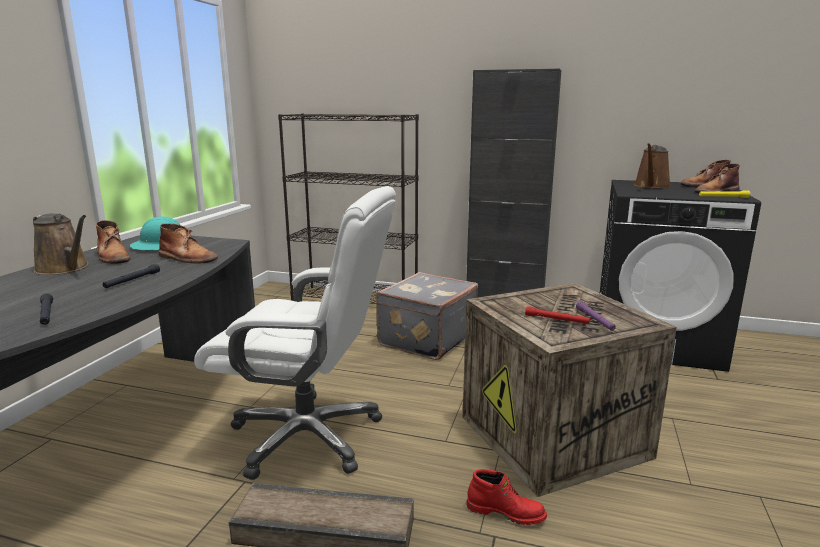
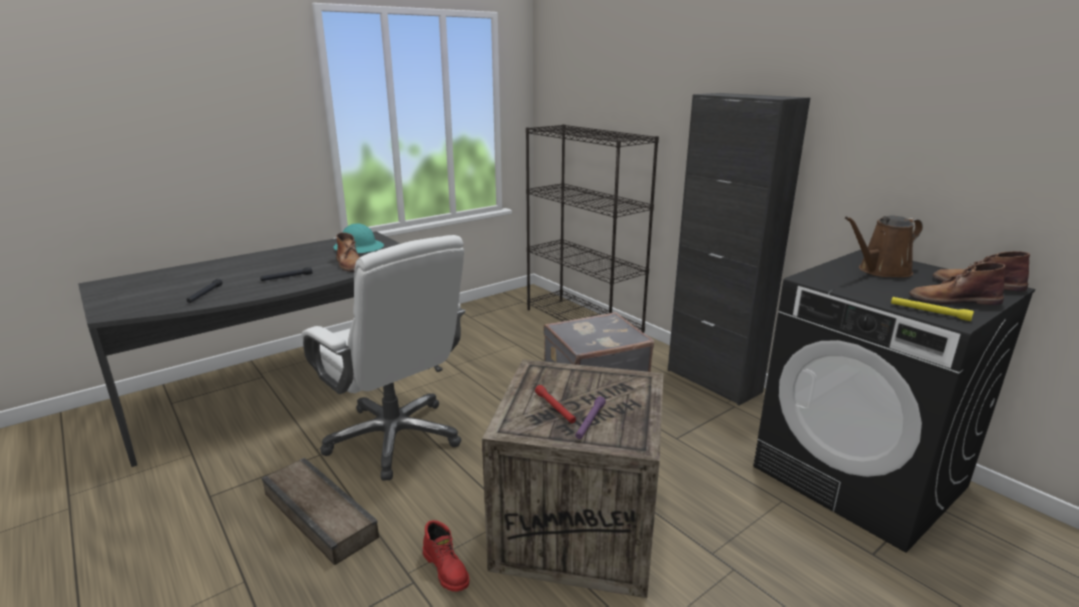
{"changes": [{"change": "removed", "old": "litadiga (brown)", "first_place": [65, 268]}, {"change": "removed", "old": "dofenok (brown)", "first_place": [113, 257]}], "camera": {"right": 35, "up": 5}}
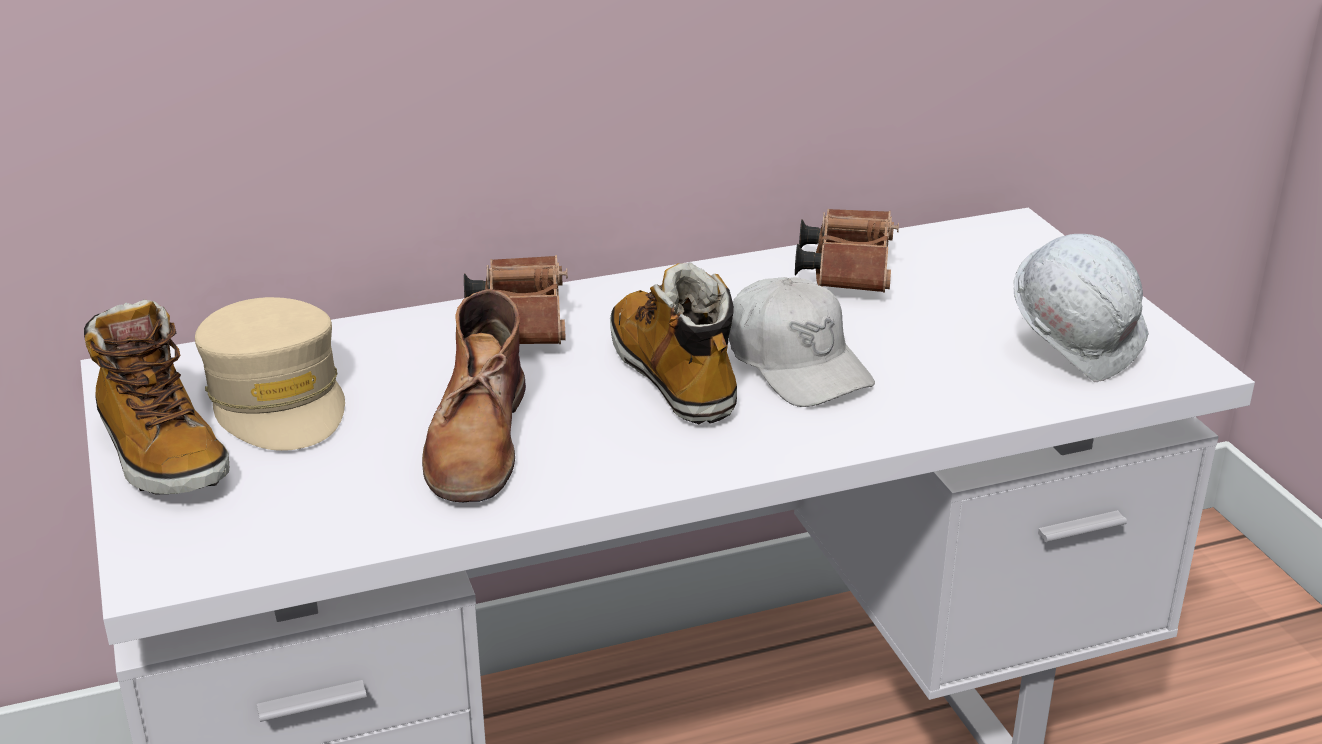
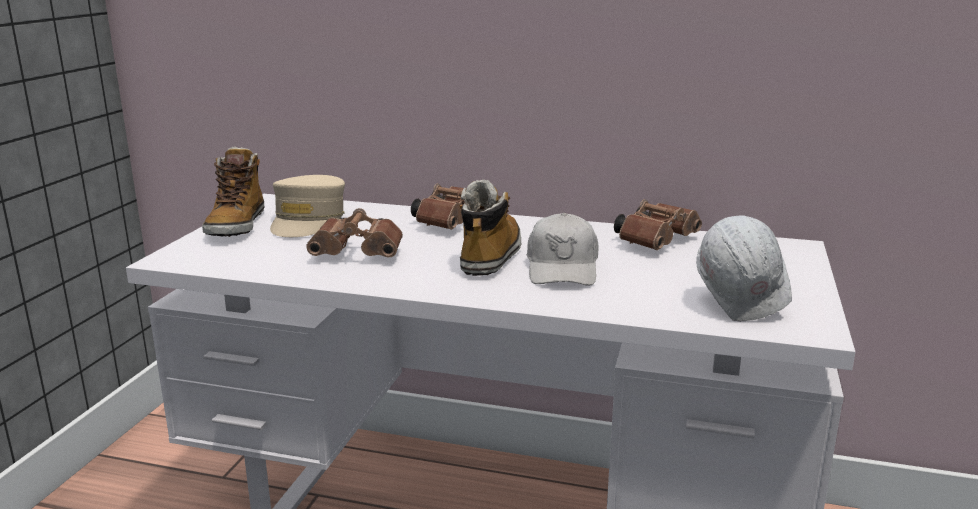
{"changes": [{"change": "replaced", "old": "dofenok (brown)", "new": "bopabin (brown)", "first_place": [478, 440], "second_place": [360, 254]}], "camera": {"right": 35, "up": -10}}
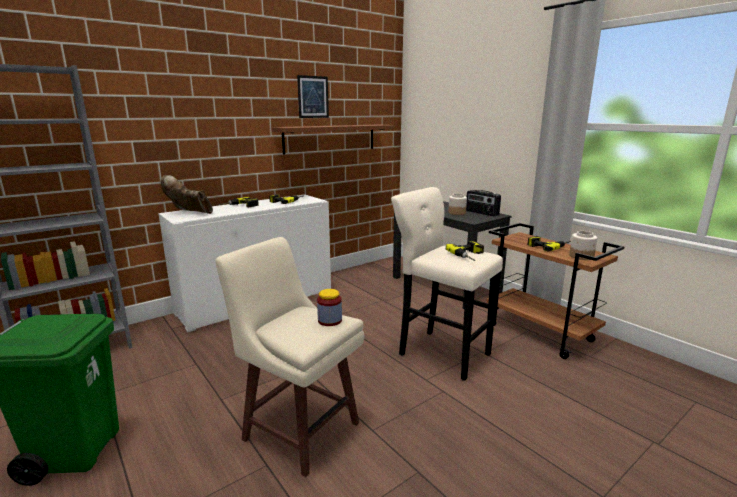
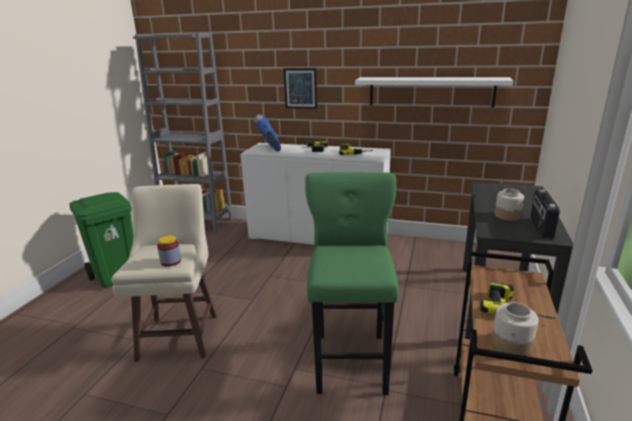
{"changes": [{"change": "recoloured", "old": "dofenok (brown)", "new": "dofenok (blue)", "first_place": [189, 213], "second_place": [270, 147]}, {"change": "recoloured", "old": "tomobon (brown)", "new": "tomobon (white)", "first_place": [330, 138], "second_place": [430, 91]}, {"change": "moved", "old": "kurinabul", "first_place": [313, 97], "second_place": [300, 88]}, {"change": "recoloured", "old": "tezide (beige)", "new": "tezide (green)", "first_place": [440, 352], "second_place": [351, 358]}, {"change": "removed", "old": "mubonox", "first_place": [470, 256]}], "camera": {"right": 55, "up": 5}}
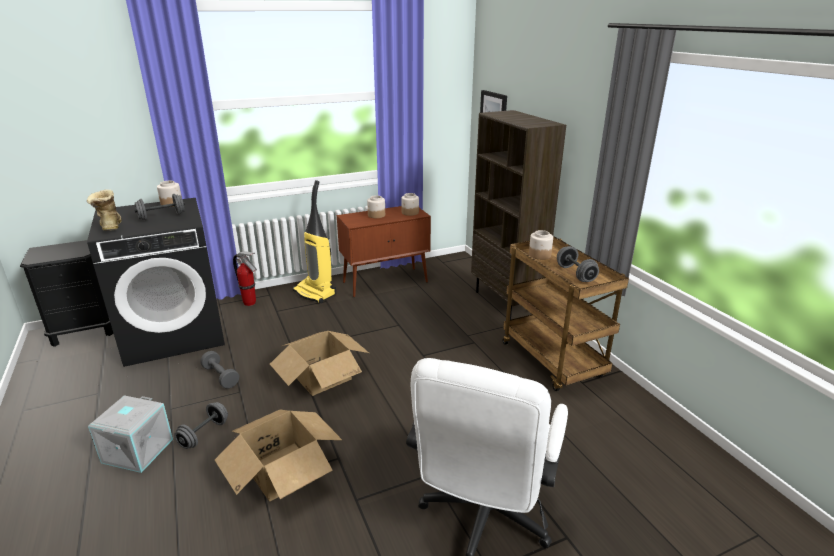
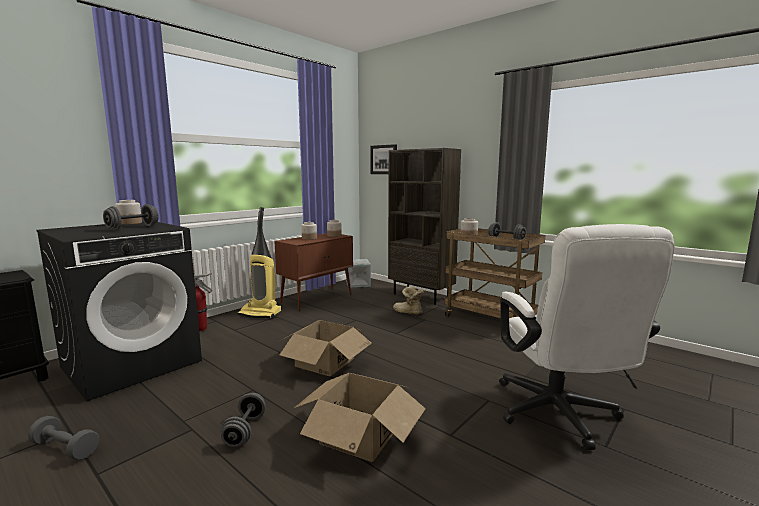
{"changes": [{"change": "moved", "old": "dofenok", "first_place": [110, 227], "second_place": [407, 312]}, {"change": "moved", "old": "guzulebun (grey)", "first_place": [137, 450], "second_place": [357, 283]}, {"change": "moved", "old": "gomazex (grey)", "first_place": [221, 376], "second_place": [65, 449]}], "camera": {"right": -25, "up": -15}}
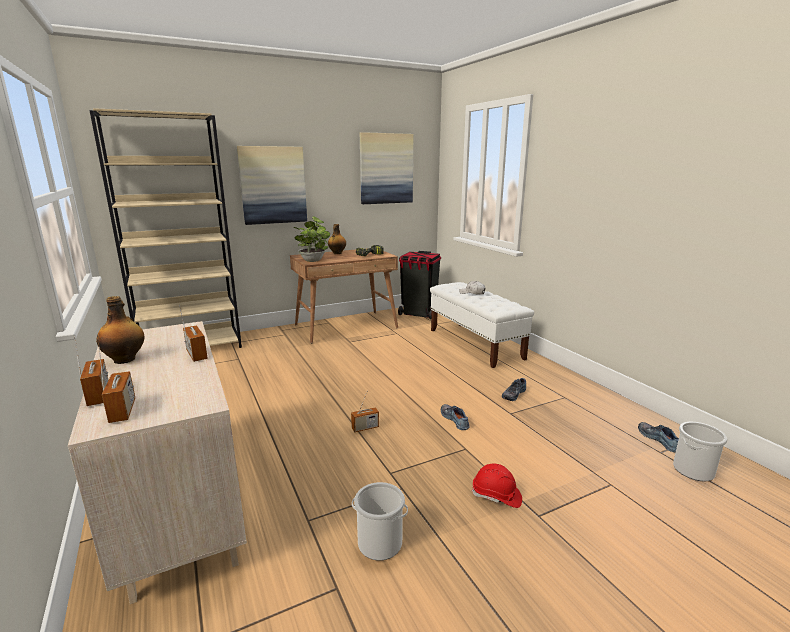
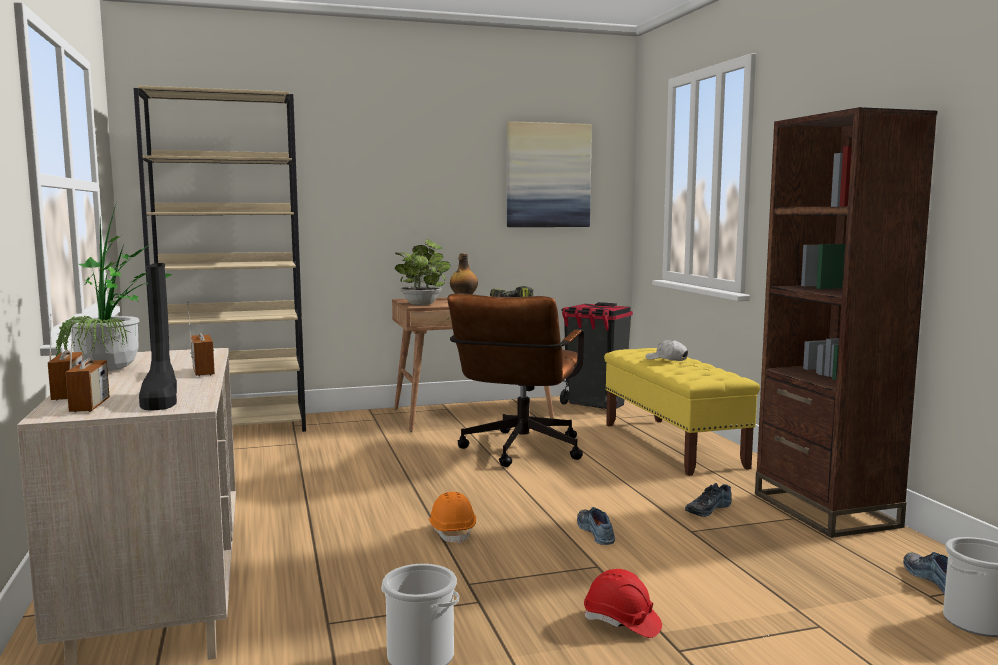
{"changes": [{"change": "replaced", "old": "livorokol", "new": "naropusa", "first_place": [125, 359], "second_place": [114, 372]}, {"change": "removed", "old": "kurinabul", "first_place": [273, 185]}, {"change": "replaced", "old": "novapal", "new": "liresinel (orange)", "first_place": [365, 428], "second_place": [452, 531]}, {"change": "recoloured", "old": "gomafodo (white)", "new": "gomafodo (yellow)", "first_place": [475, 344], "second_place": [672, 445]}, {"change": "added", "new": "dofenok (black)", "second_place": [161, 399]}, {"change": "added", "new": "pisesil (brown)", "second_place": [519, 452]}, {"change": "added", "new": "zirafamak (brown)", "second_place": [824, 510]}], "camera": {"right": 10, "up": -10}}
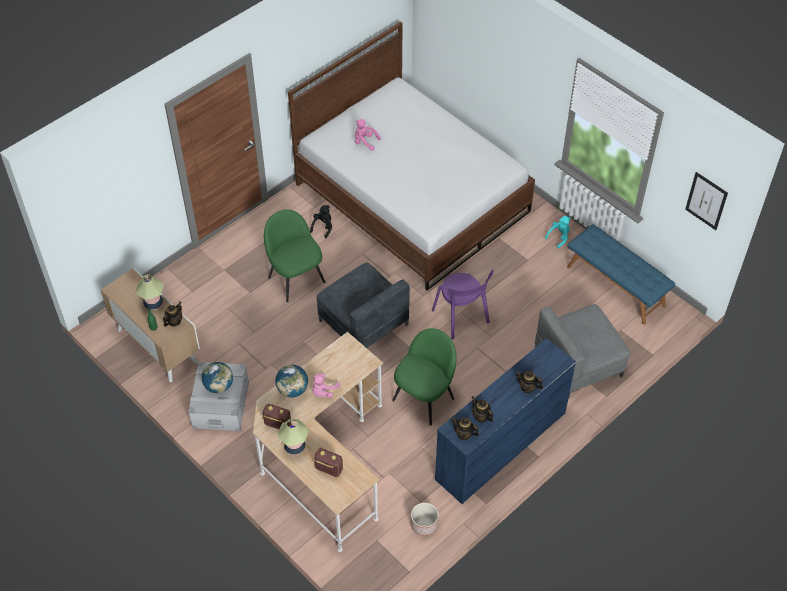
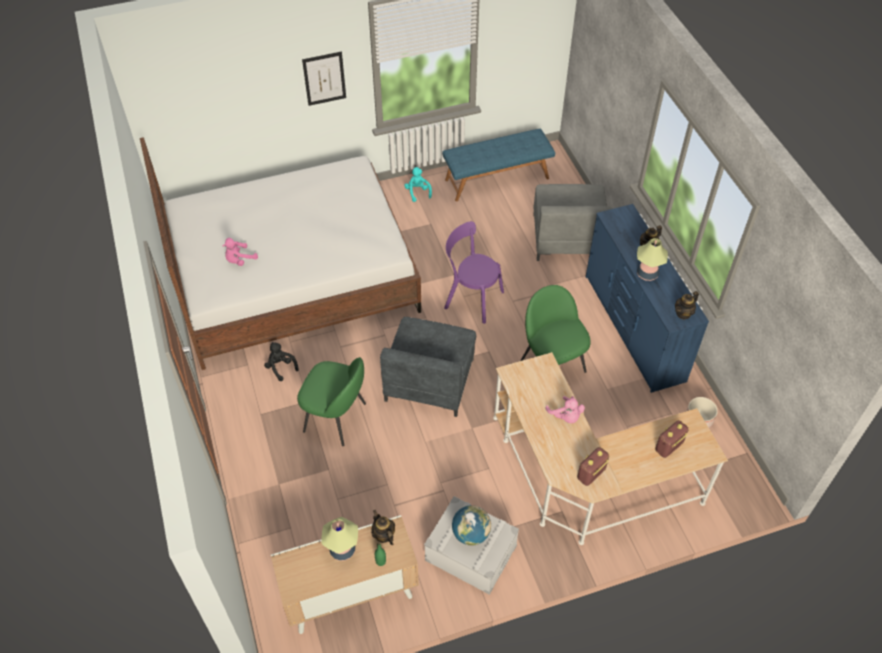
{"changes": [{"change": "turned", "old": "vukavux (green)", "first_place": [296, 279], "second_place": [336, 418], "degrees": -150}, {"change": "removed", "old": "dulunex", "first_place": [292, 390]}, {"change": "moved", "old": "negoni", "first_place": [294, 447], "second_place": [647, 274]}, {"change": "turned", "old": "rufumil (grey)", "first_place": [363, 322], "second_place": [430, 379], "degrees": 120}, {"change": "turned", "old": "vukavux (purple)", "first_place": [462, 318], "second_place": [471, 298], "degrees": -150}, {"change": "removed", "old": "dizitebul", "first_place": [481, 416]}, {"change": "moved", "old": "kurinabul", "first_place": [706, 201], "second_place": [324, 78]}], "camera": {"right": -65, "up": 0}}
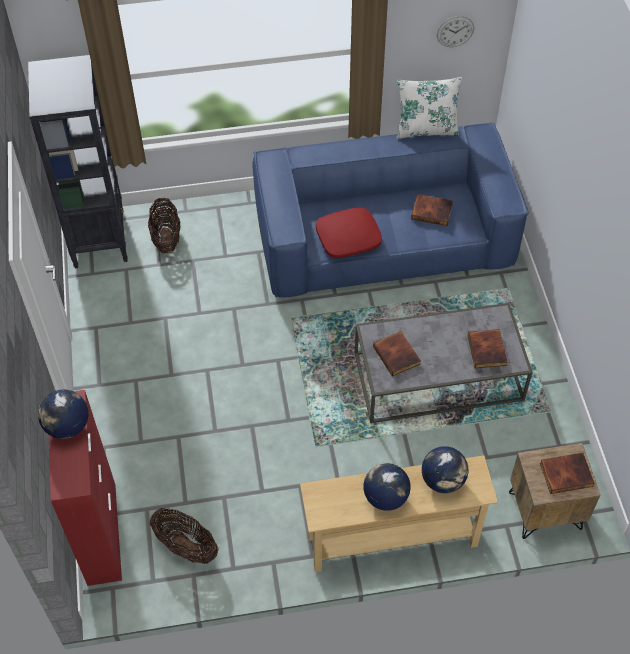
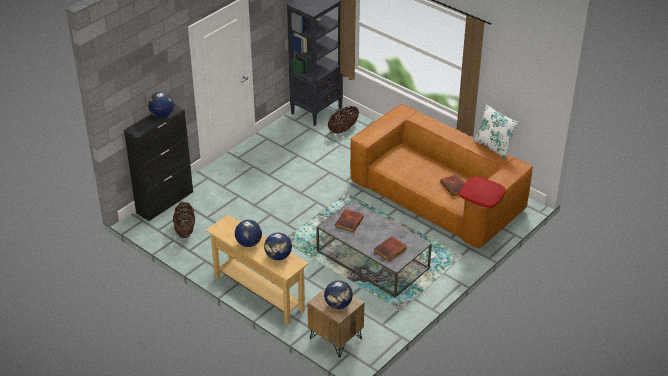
{"changes": [{"change": "recoloured", "old": "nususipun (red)", "new": "nususipun (black)", "first_place": [102, 533], "second_place": [165, 202]}, {"change": "recoloured", "old": "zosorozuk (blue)", "new": "zosorozuk (brown)", "first_place": [384, 238], "second_place": [437, 196]}, {"change": "moved", "old": "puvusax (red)", "first_place": [348, 238], "second_place": [481, 196]}, {"change": "removed", "old": "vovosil", "first_place": [455, 31]}, {"change": "replaced", "old": "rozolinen", "new": "dulunex", "first_place": [566, 473], "second_place": [338, 305]}], "camera": {"right": 50, "up": -15}}
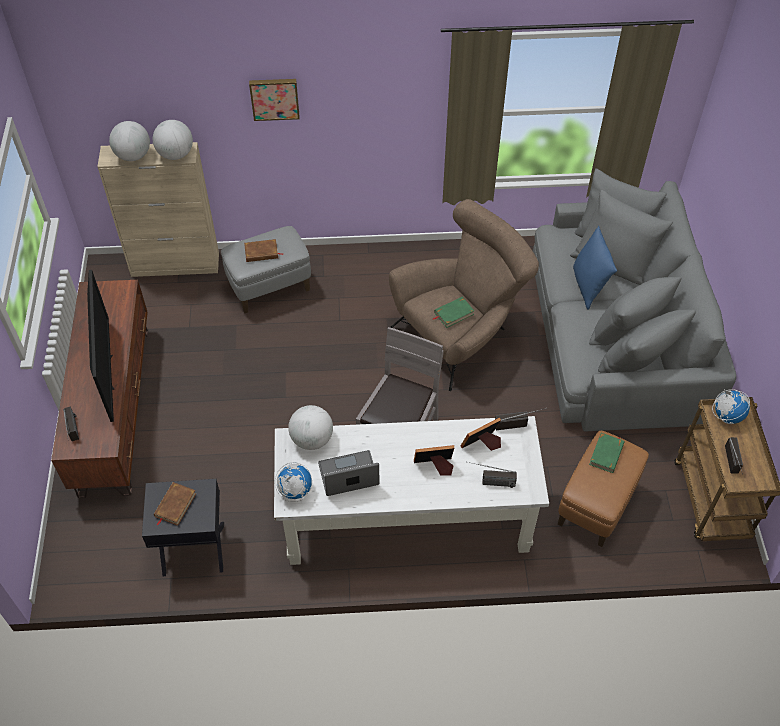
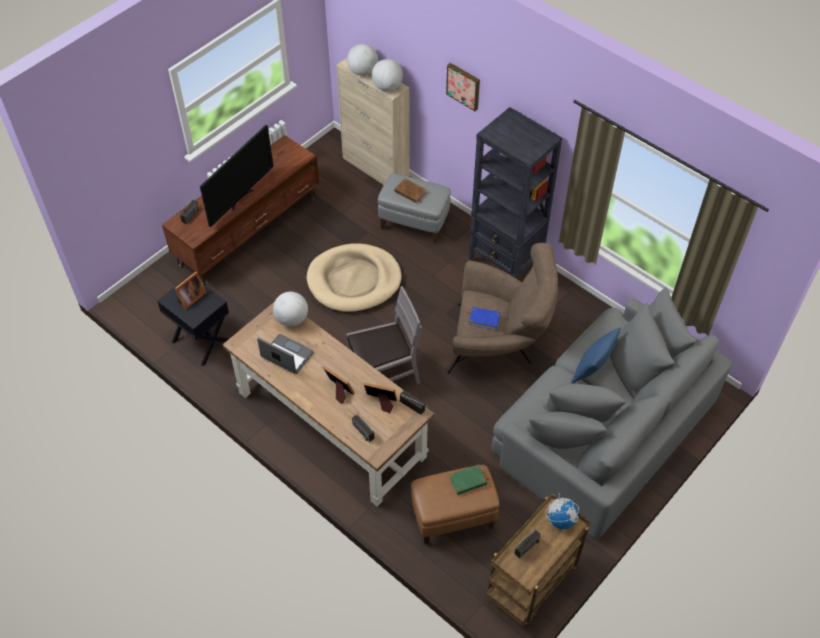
{"changes": [{"change": "replaced", "old": "rozolinen (brown)", "new": "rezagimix", "first_place": [175, 505], "second_place": [190, 298]}, {"change": "recoloured", "old": "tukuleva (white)", "new": "tukuleva (brown)", "first_place": [406, 519], "second_place": [330, 424]}, {"change": "removed", "old": "dulunex", "first_place": [295, 490]}, {"change": "recoloured", "old": "rozolinen (green)", "new": "rozolinen (blue)", "first_place": [453, 313], "second_place": [484, 319]}, {"change": "added", "new": "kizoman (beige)", "second_place": [354, 281]}, {"change": "added", "new": "zirafamak (black)", "second_place": [505, 262]}], "camera": {"right": 45, "up": 0}}
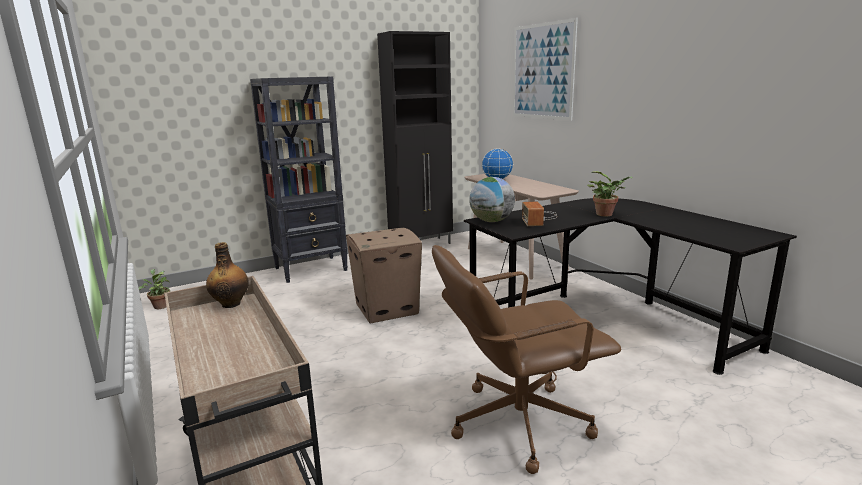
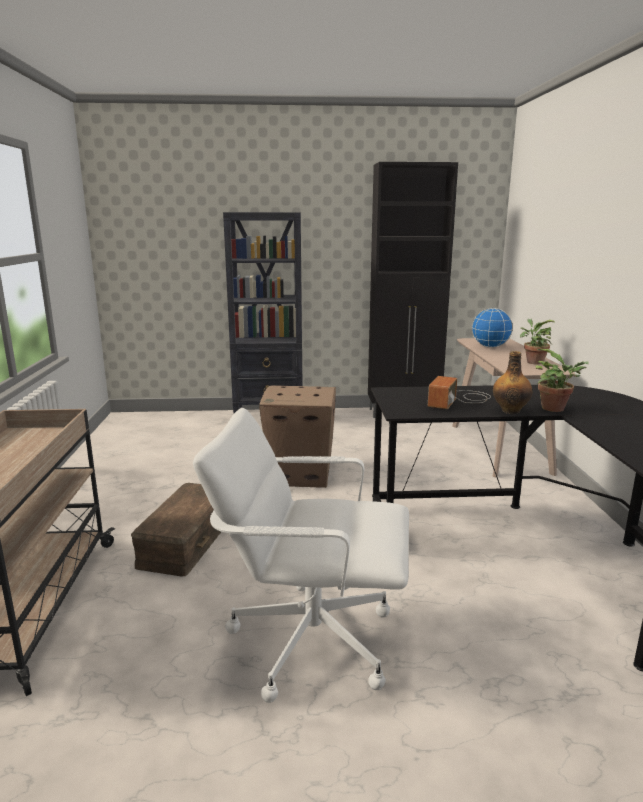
{"changes": [{"change": "moved", "old": "naropusa", "first_place": [160, 306], "second_place": [533, 362]}, {"change": "moved", "old": "livorokol", "first_place": [231, 303], "second_place": [510, 411]}, {"change": "recoloured", "old": "pisesil (brown)", "new": "pisesil (white)", "first_place": [517, 422], "second_place": [310, 638]}, {"change": "removed", "old": "dulunex", "first_place": [491, 221]}, {"change": "removed", "old": "kurinabul", "first_place": [542, 71]}, {"change": "added", "new": "guzulebun (brown)", "second_place": [185, 541]}], "camera": {"right": 25, "up": 0}}
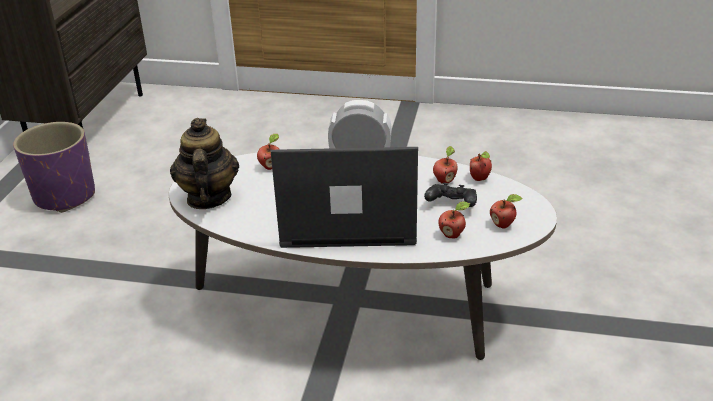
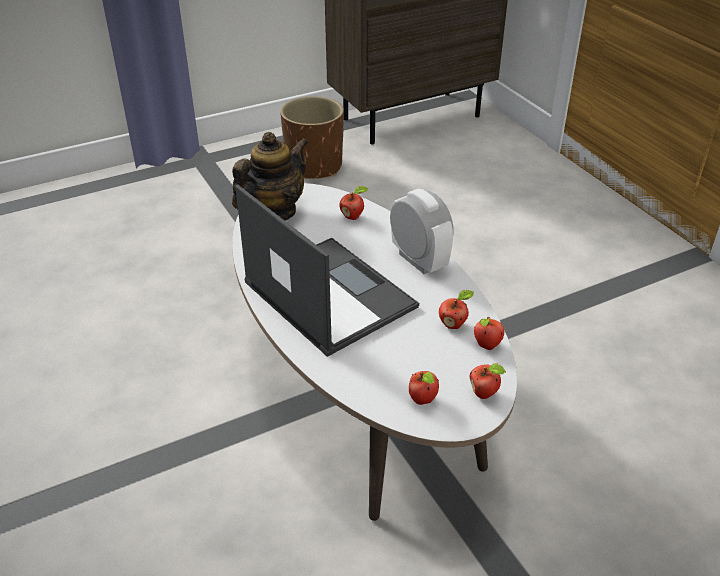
{"changes": [{"change": "recoloured", "old": "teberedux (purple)", "new": "teberedux (brown)", "first_place": [65, 196], "second_place": [314, 167]}, {"change": "removed", "old": "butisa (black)", "first_place": [451, 205]}, {"change": "moved", "old": "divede", "first_place": [452, 235], "second_place": [485, 394]}], "camera": {"right": 50, "up": 5}}
